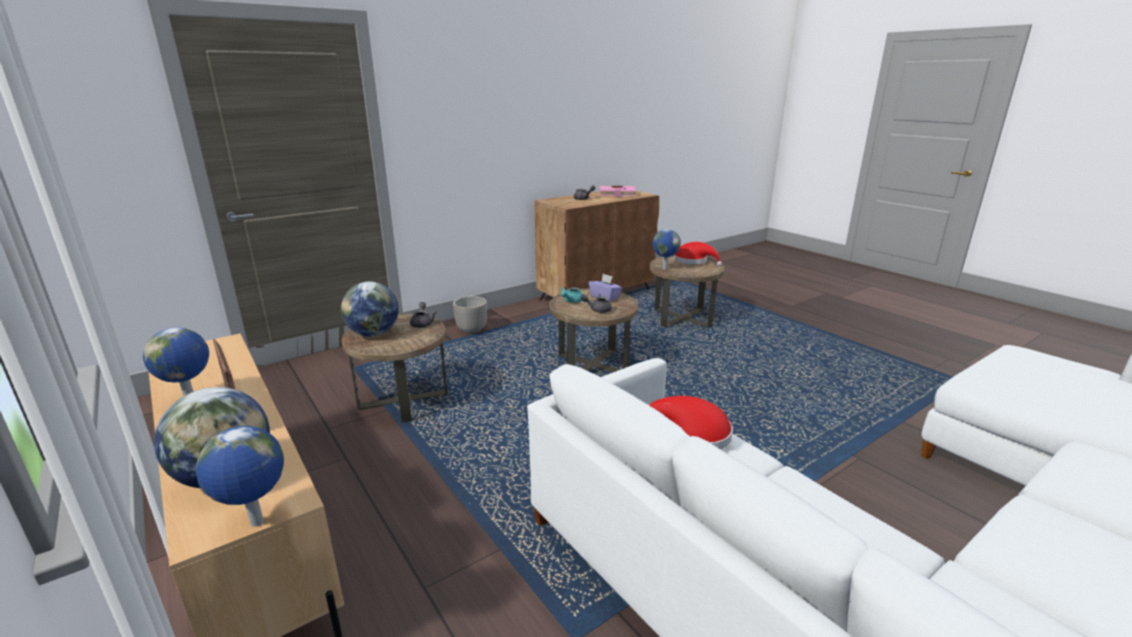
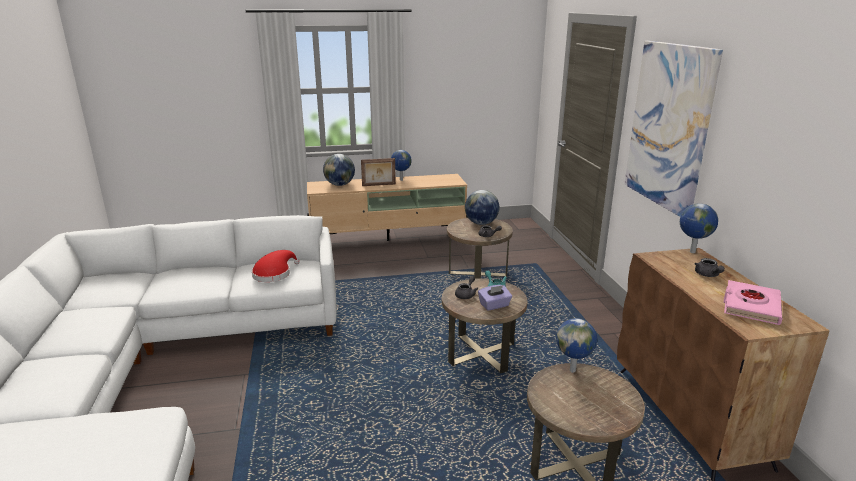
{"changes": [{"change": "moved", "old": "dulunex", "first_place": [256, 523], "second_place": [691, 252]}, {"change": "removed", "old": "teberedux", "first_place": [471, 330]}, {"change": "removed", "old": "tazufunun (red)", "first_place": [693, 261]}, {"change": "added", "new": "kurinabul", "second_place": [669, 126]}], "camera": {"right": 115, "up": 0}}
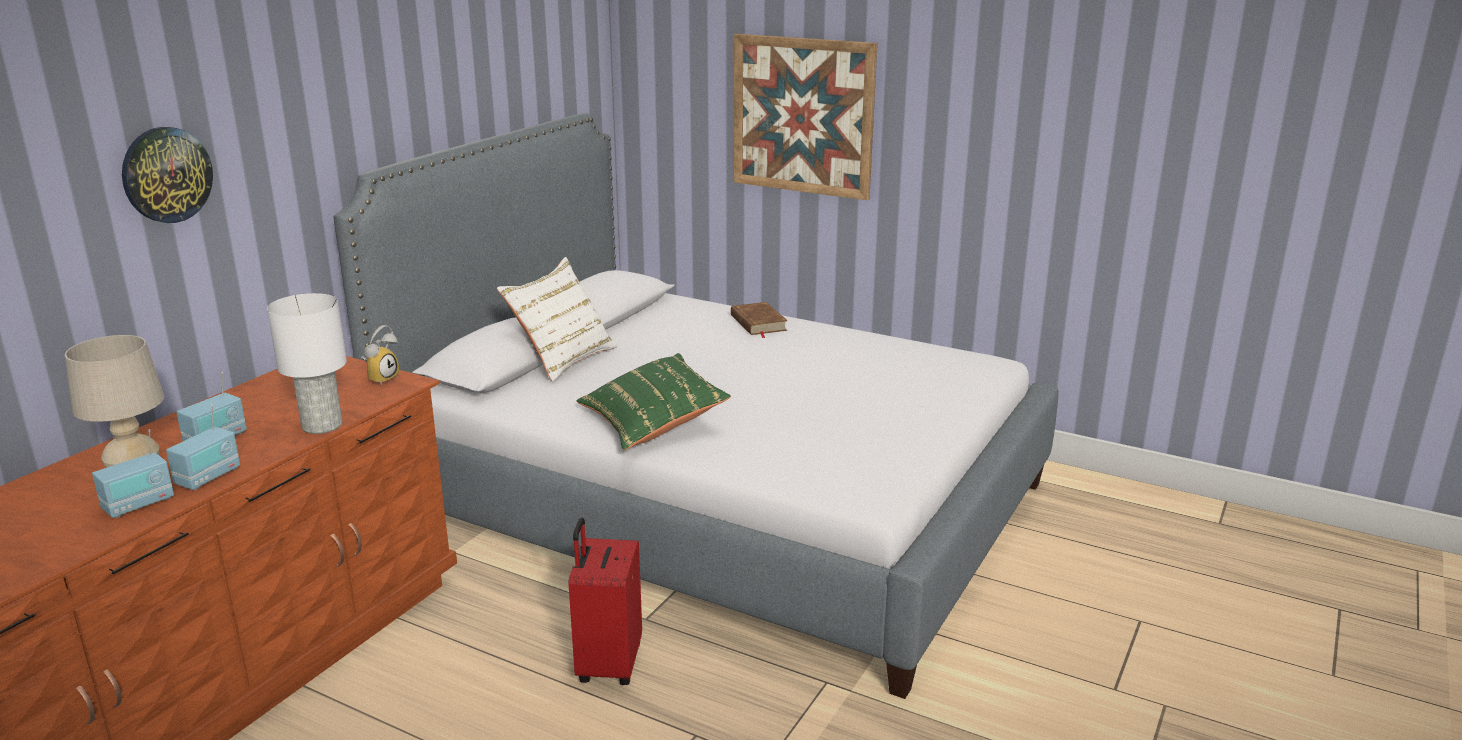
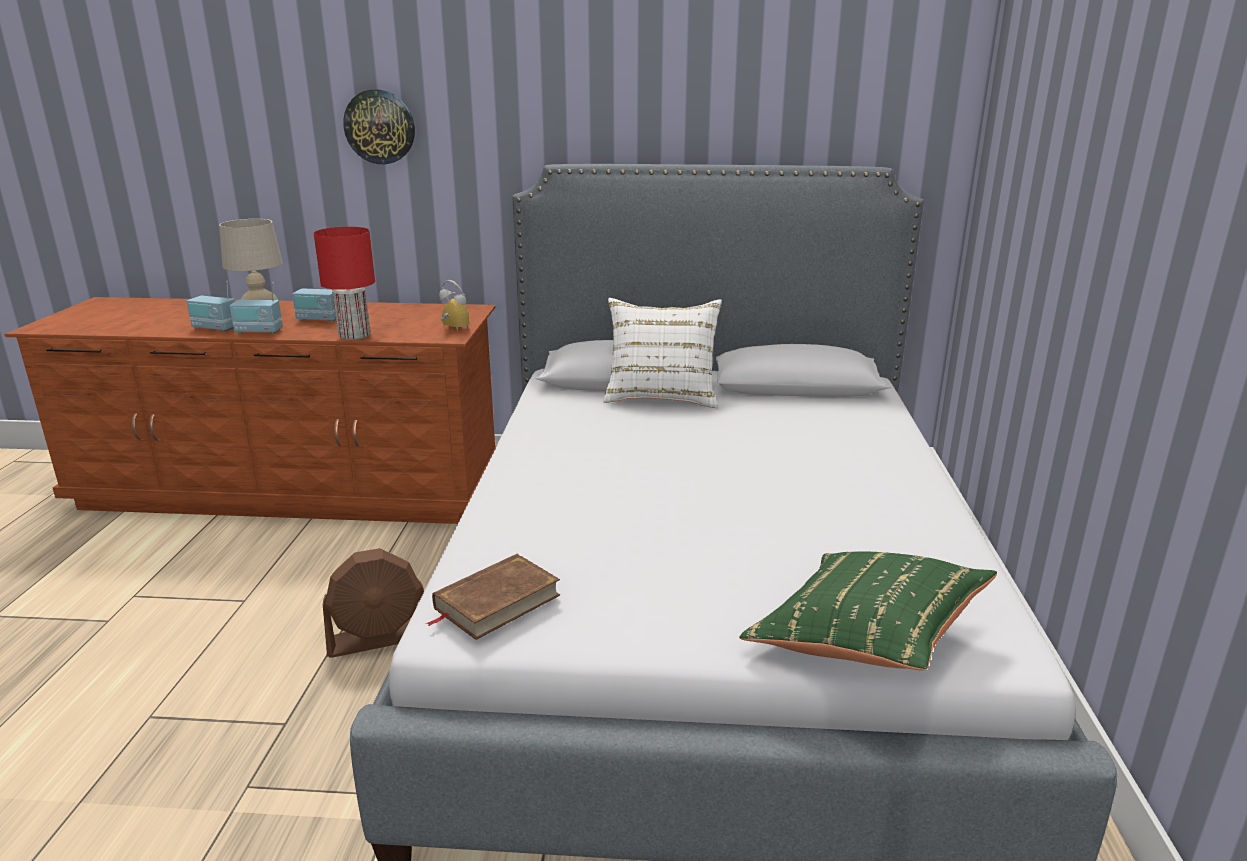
{"changes": [{"change": "recoloured", "old": "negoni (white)", "new": "negoni (red)", "first_place": [323, 425], "second_place": [354, 335]}, {"change": "turned", "old": "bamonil", "first_place": [381, 378], "second_place": [451, 329], "degrees": -150}, {"change": "replaced", "old": "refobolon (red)", "new": "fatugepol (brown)", "first_place": [607, 664], "second_place": [379, 638]}, {"change": "moved", "old": "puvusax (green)", "first_place": [653, 422], "second_place": [865, 639]}, {"change": "moved", "old": "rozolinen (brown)", "first_place": [758, 323], "second_place": [496, 602]}, {"change": "removed", "old": "kurinabul", "first_place": [802, 116]}], "camera": {"right": 65, "up": 0}}
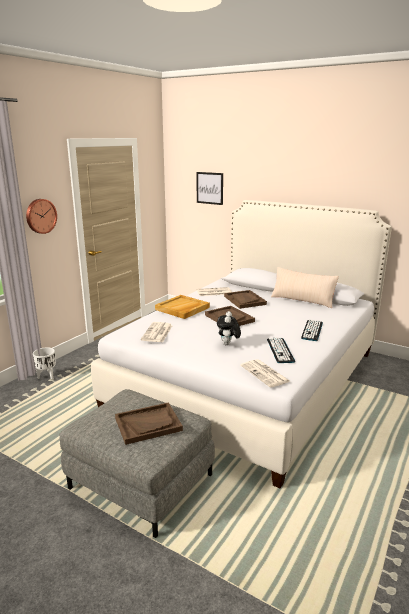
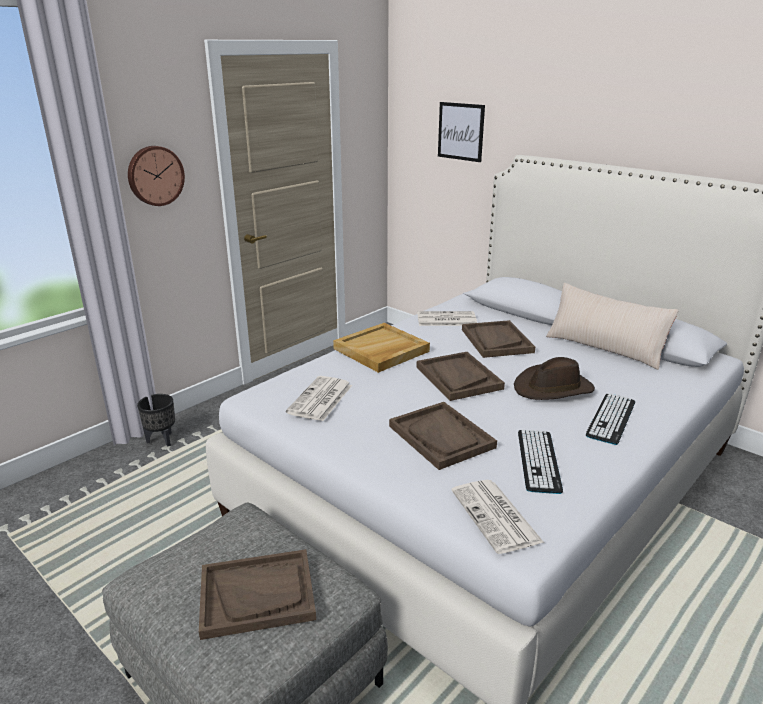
{"changes": [{"change": "recoloured", "old": "teberedux (white)", "new": "teberedux (black)", "first_place": [47, 376], "second_place": [162, 440]}, {"change": "replaced", "old": "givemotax", "new": "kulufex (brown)", "first_place": [228, 344], "second_place": [441, 437]}, {"change": "added", "new": "tazufunun (brown)", "second_place": [553, 388]}], "camera": {"right": 10, "up": 5}}
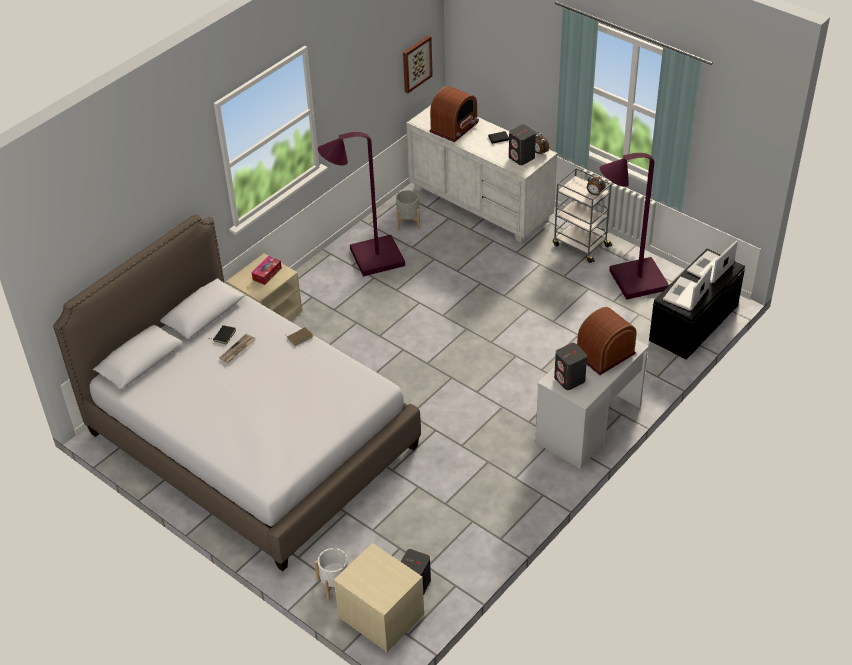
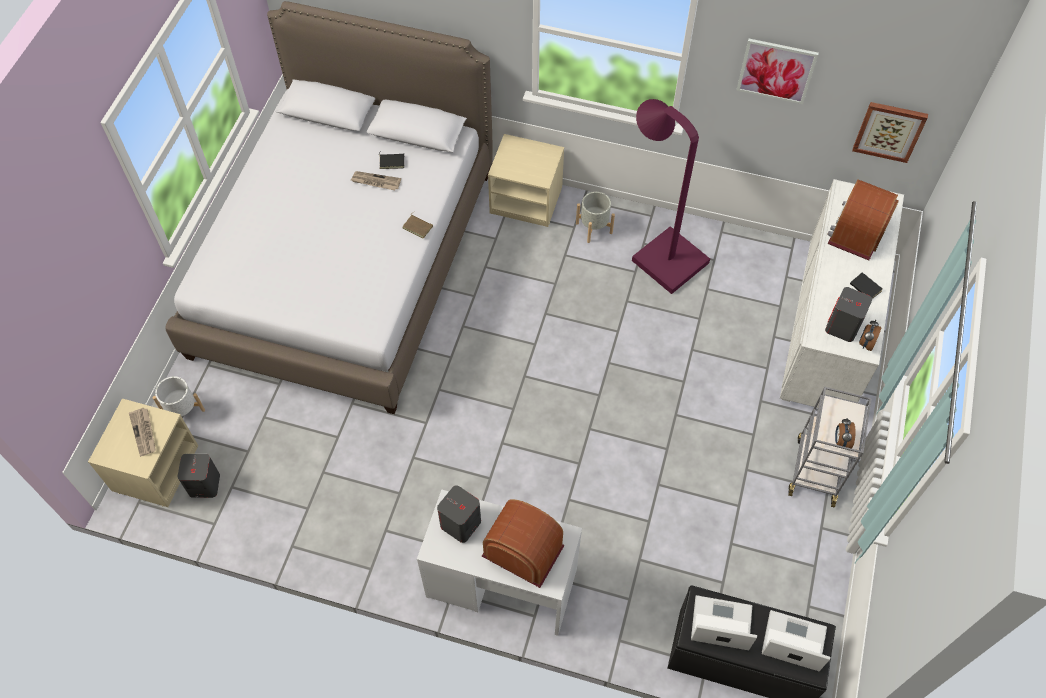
{"changes": [{"change": "removed", "old": "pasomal", "first_place": [267, 274]}, {"change": "moved", "old": "teberedux (grey)", "first_place": [408, 222], "second_place": [594, 227]}, {"change": "turned", "old": "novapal", "first_place": [454, 127], "second_place": [857, 231], "degrees": 105}, {"change": "removed", "old": "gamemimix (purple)", "first_place": [630, 282]}, {"change": "added", "new": "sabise", "second_place": [144, 432]}, {"change": "added", "new": "kurinabul", "second_place": [776, 70]}], "camera": {"right": 65, "up": 15}}
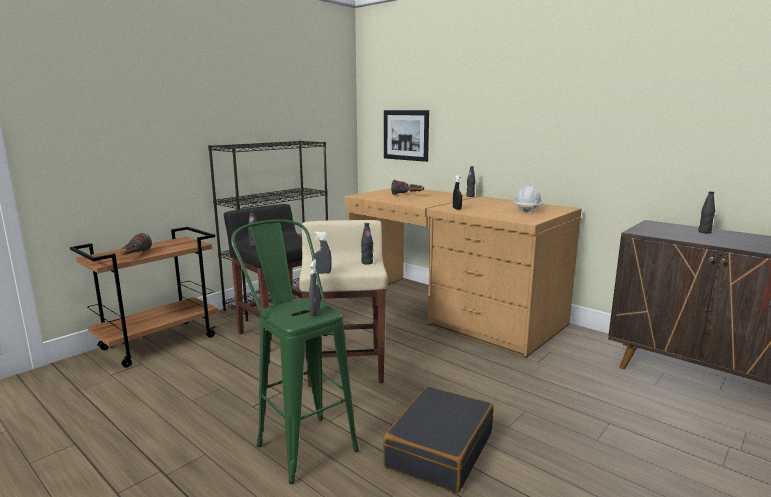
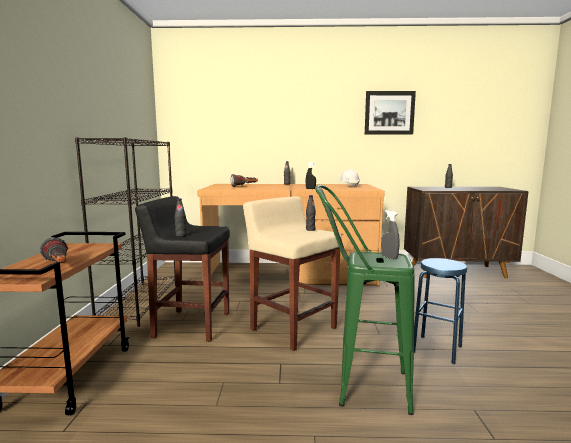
{"changes": [{"change": "removed", "old": "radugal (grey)", "first_place": [322, 273]}, {"change": "replaced", "old": "refobolon (black)", "new": "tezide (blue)", "first_place": [439, 449], "second_place": [437, 349]}, {"change": "moved", "old": "kurinabul", "first_place": [406, 135], "second_place": [389, 113]}], "camera": {"right": -40, "up": -5}}
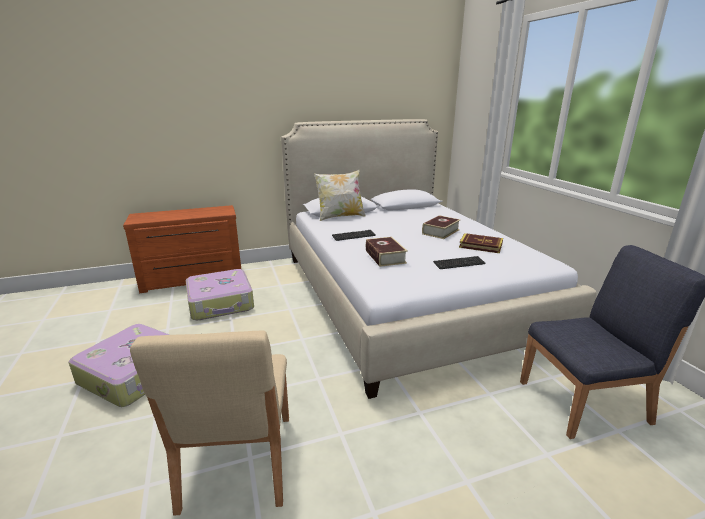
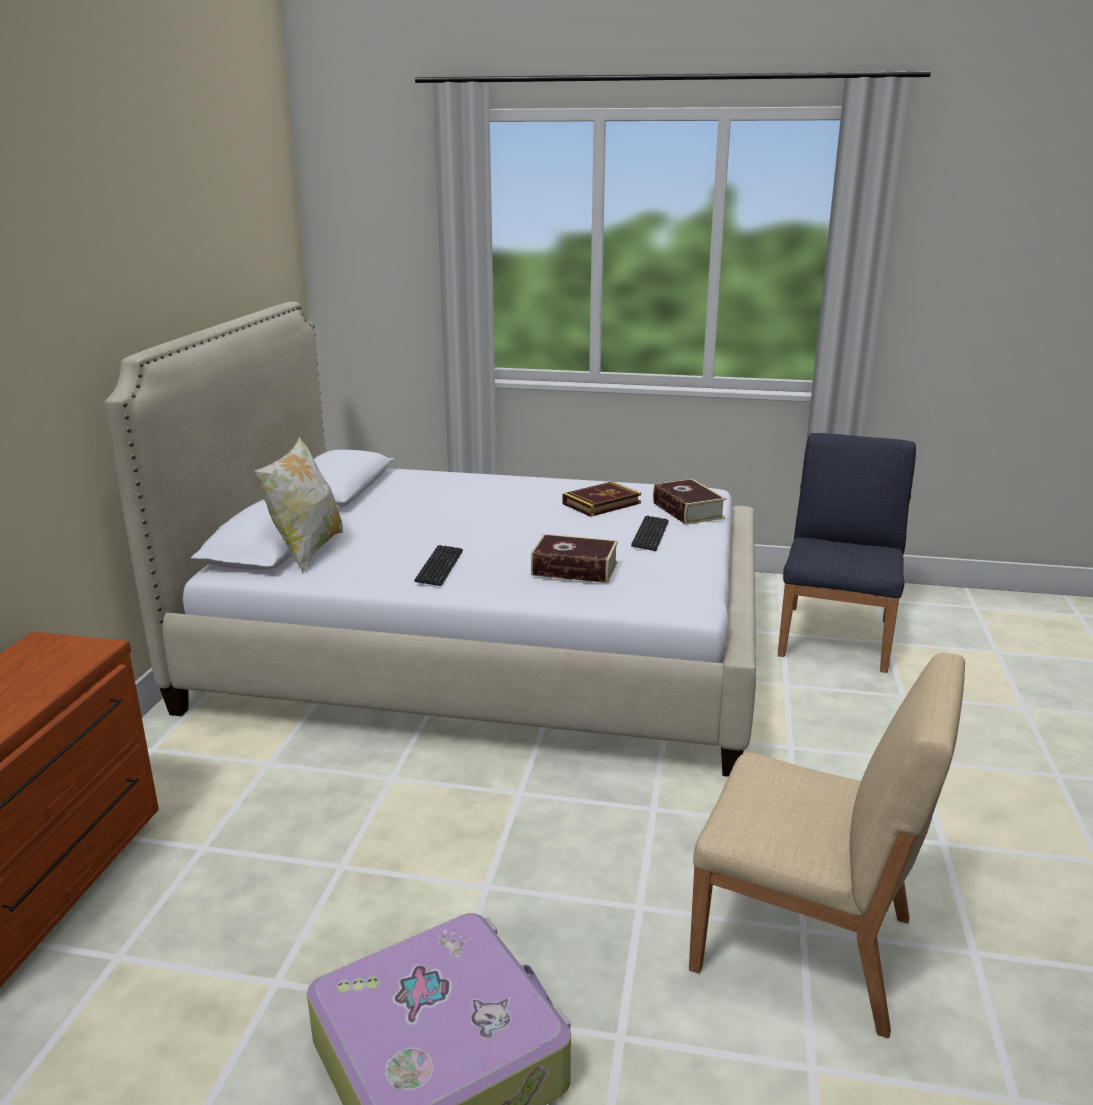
{"changes": [{"change": "removed", "old": "refobolon", "first_place": [221, 303]}, {"change": "moved", "old": "rozolinen", "first_place": [440, 232], "second_place": [688, 510]}], "camera": {"right": -60, "up": 0}}
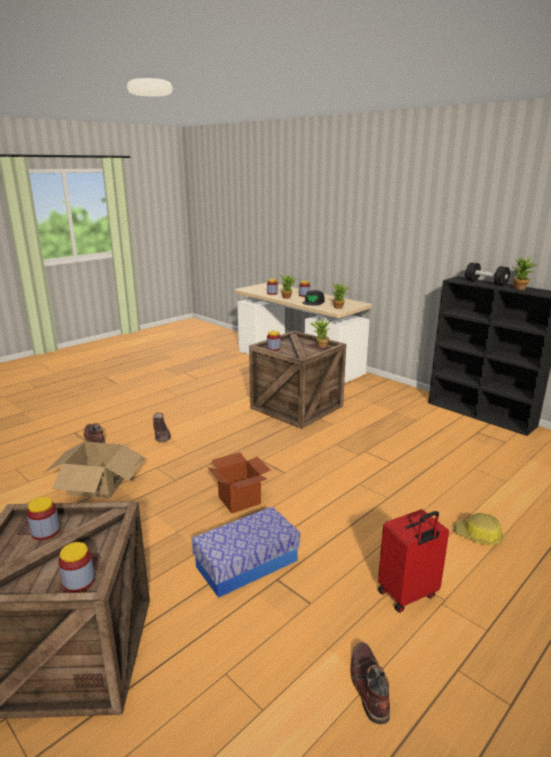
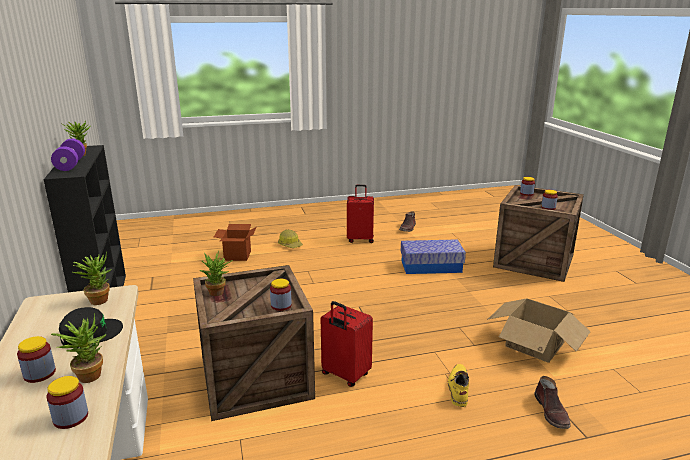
{"changes": [{"change": "recoloured", "old": "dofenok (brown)", "new": "dofenok (yellow)", "first_place": [161, 435], "second_place": [458, 389]}, {"change": "moved", "old": "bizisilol", "first_place": [239, 500], "second_place": [237, 255]}, {"change": "recoloured", "old": "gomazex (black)", "new": "gomazex (purple)", "first_place": [485, 283], "second_place": [70, 165]}, {"change": "added", "new": "refobolon (red)", "second_place": [345, 375]}], "camera": {"right": -150, "up": 0}}
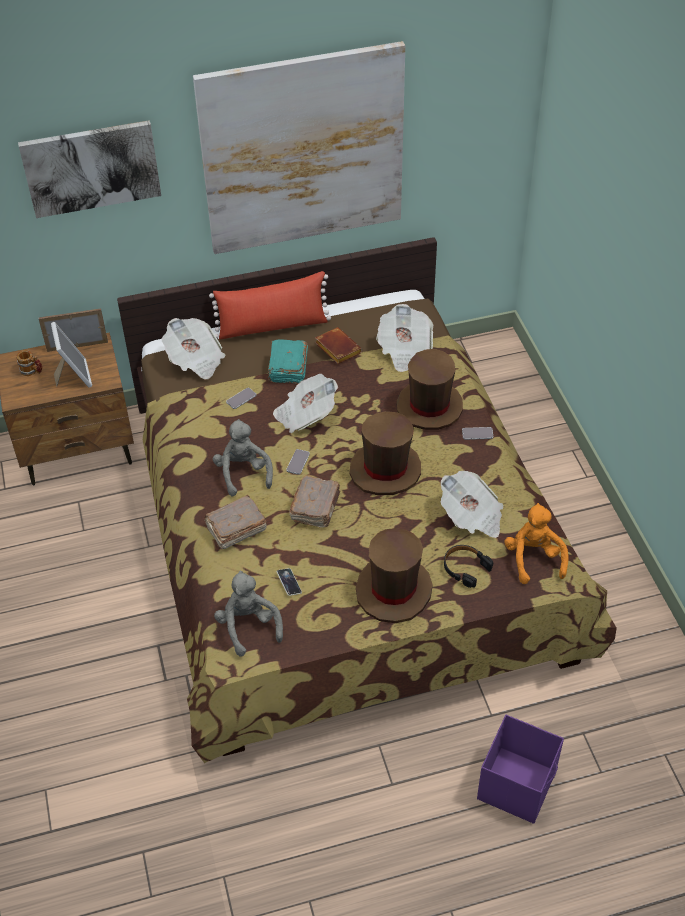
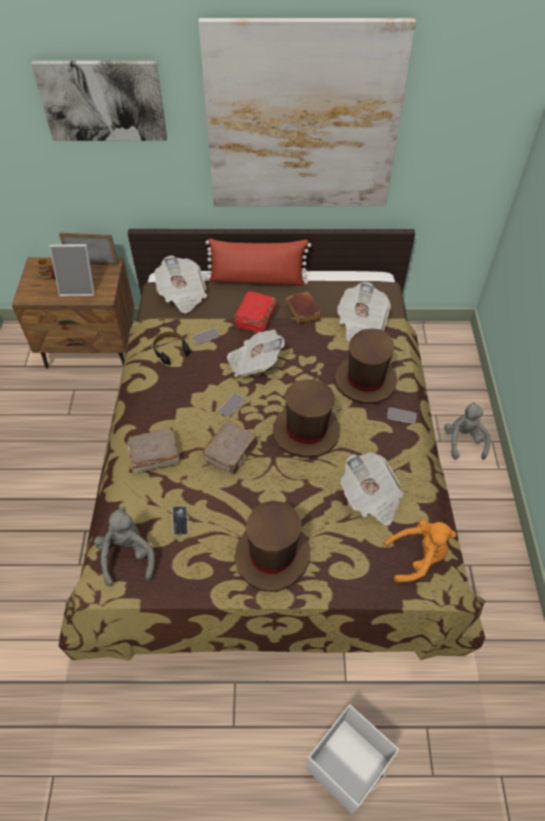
{"changes": [{"change": "turned", "old": "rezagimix", "first_place": [73, 376], "second_place": [79, 287], "degrees": 90}, {"change": "moved", "old": "givemotax (grey)", "first_place": [243, 473], "second_place": [463, 441]}, {"change": "recoloured", "old": "rozolinen (turquoise)", "new": "rozolinen (red)", "first_place": [287, 368], "second_place": [254, 318]}, {"change": "moved", "old": "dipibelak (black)", "first_place": [465, 568], "second_place": [170, 350]}, {"change": "recoloured", "old": "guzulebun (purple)", "new": "guzulebun (white)", "first_place": [517, 784], "second_place": [348, 764]}, {"change": "turned", "old": "givemotax (orange)", "first_place": [533, 558], "second_place": [418, 557], "degrees": 75}], "camera": {"right": 15, "up": 5}}
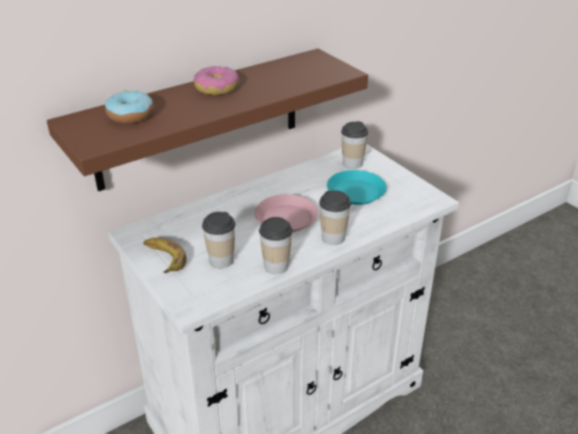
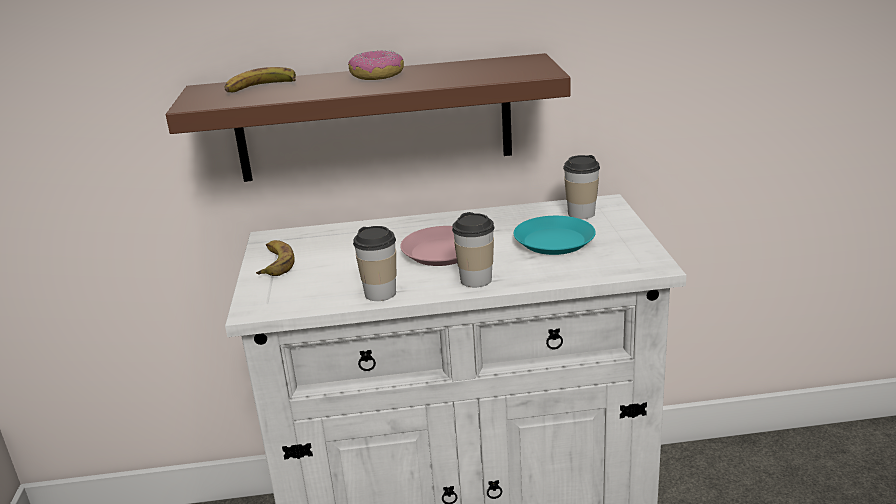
{"changes": [{"change": "replaced", "old": "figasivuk", "new": "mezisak", "first_place": [131, 115], "second_place": [261, 88]}, {"change": "removed", "old": "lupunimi", "first_place": [221, 260]}], "camera": {"right": 30, "up": -10}}
